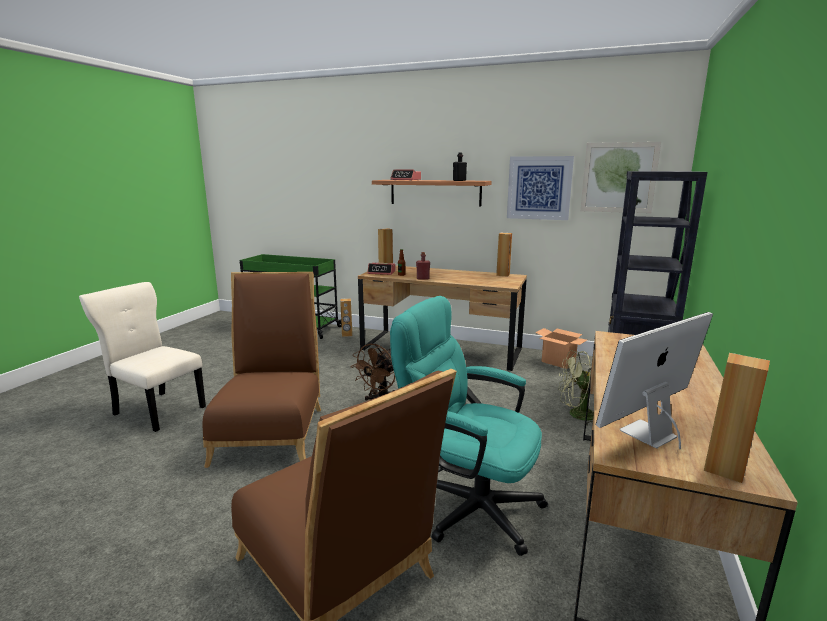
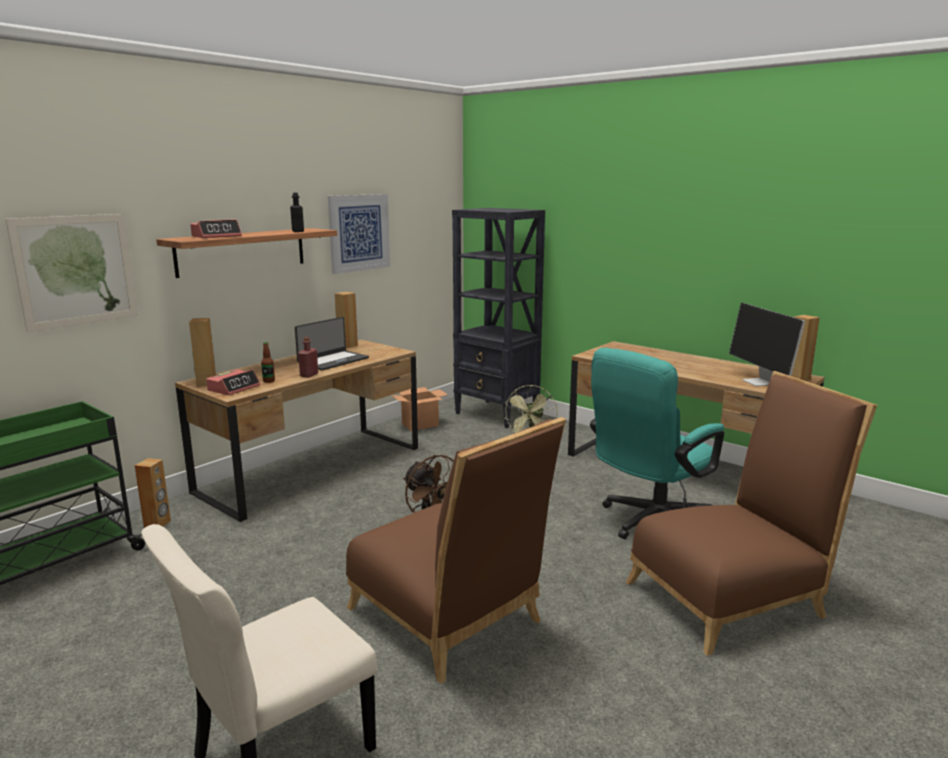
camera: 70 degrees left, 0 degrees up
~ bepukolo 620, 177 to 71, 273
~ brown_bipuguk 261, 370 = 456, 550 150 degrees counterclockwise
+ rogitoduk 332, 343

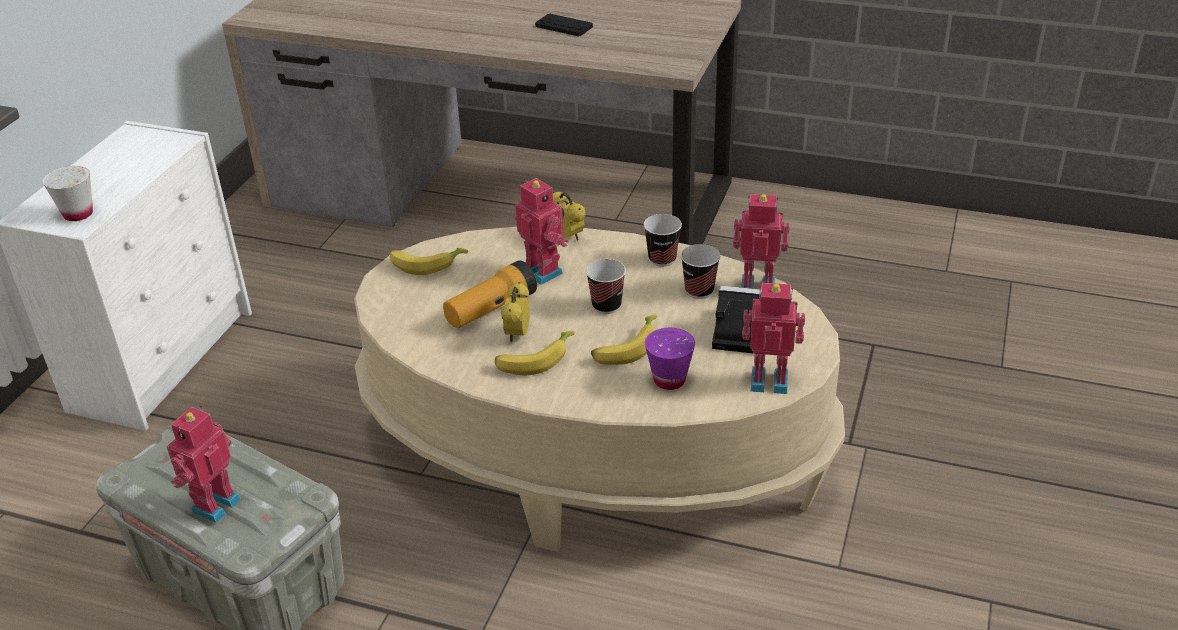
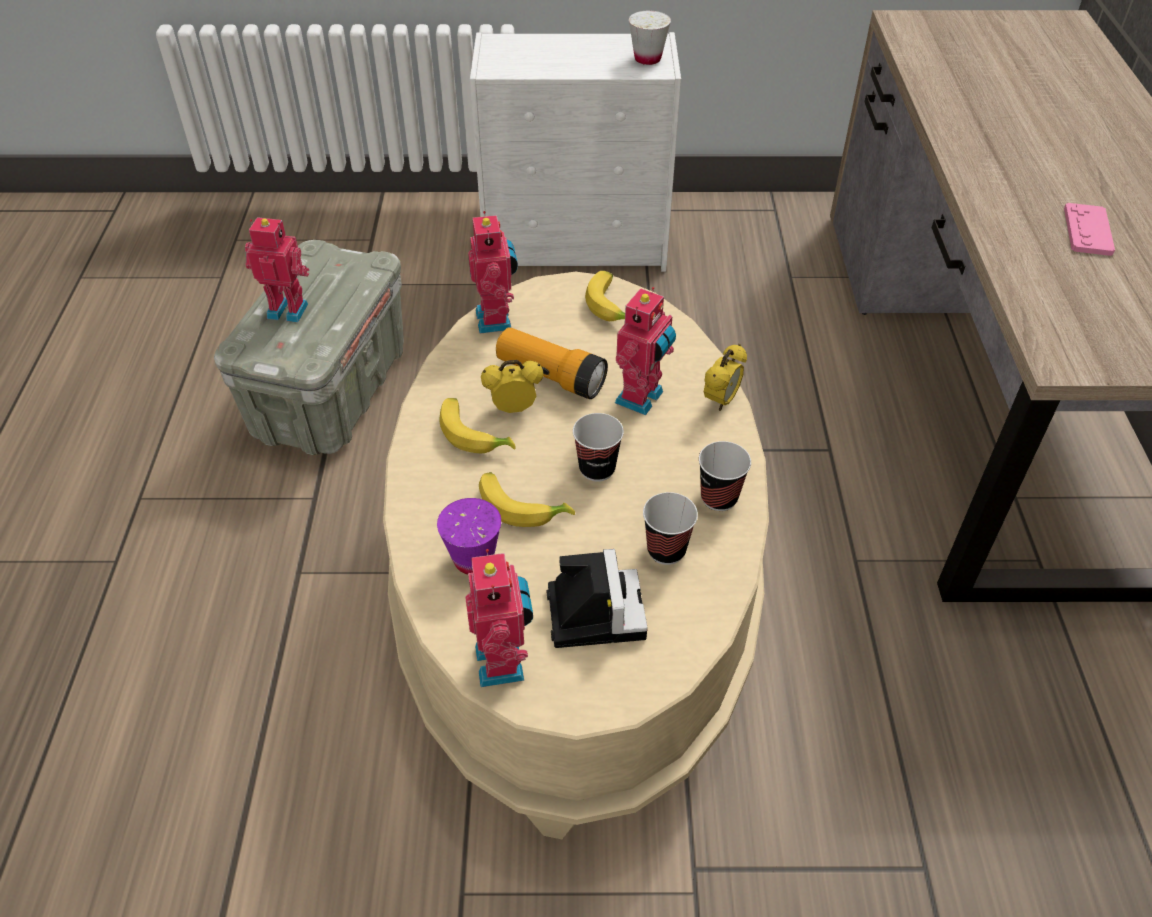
camera: 70 degrees right, 10 degrees up
~ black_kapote 564, 25 to pink_kapote 1089, 229
~ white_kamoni 68, 193 to 650, 38
~ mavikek 761, 241 to 493, 272

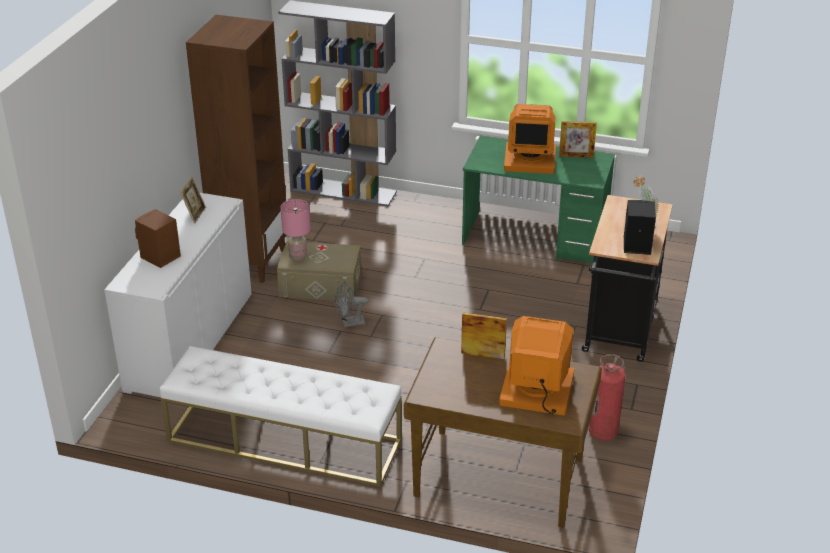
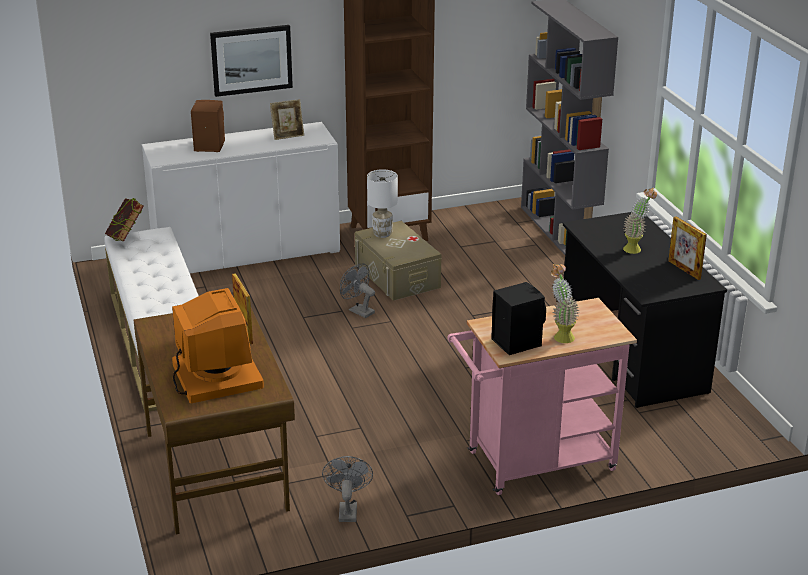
camera: 55 degrees right, 5 degrees down
~ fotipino 530, 139 to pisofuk 640, 221
~ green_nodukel 538, 200 to black_nodukel 644, 310
~ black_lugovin 627, 278 to pink_lugovin 542, 396
~ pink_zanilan 296, 230 to white_zanilan 382, 203
~ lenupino 607, 397 to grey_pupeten 347, 489
+ bepukolo 251, 61
+ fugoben 124, 220

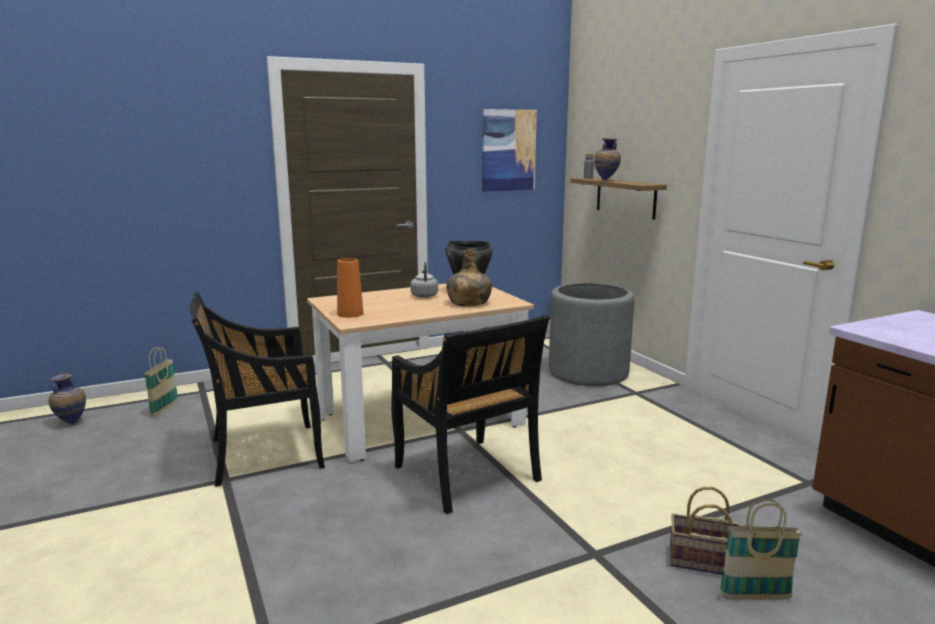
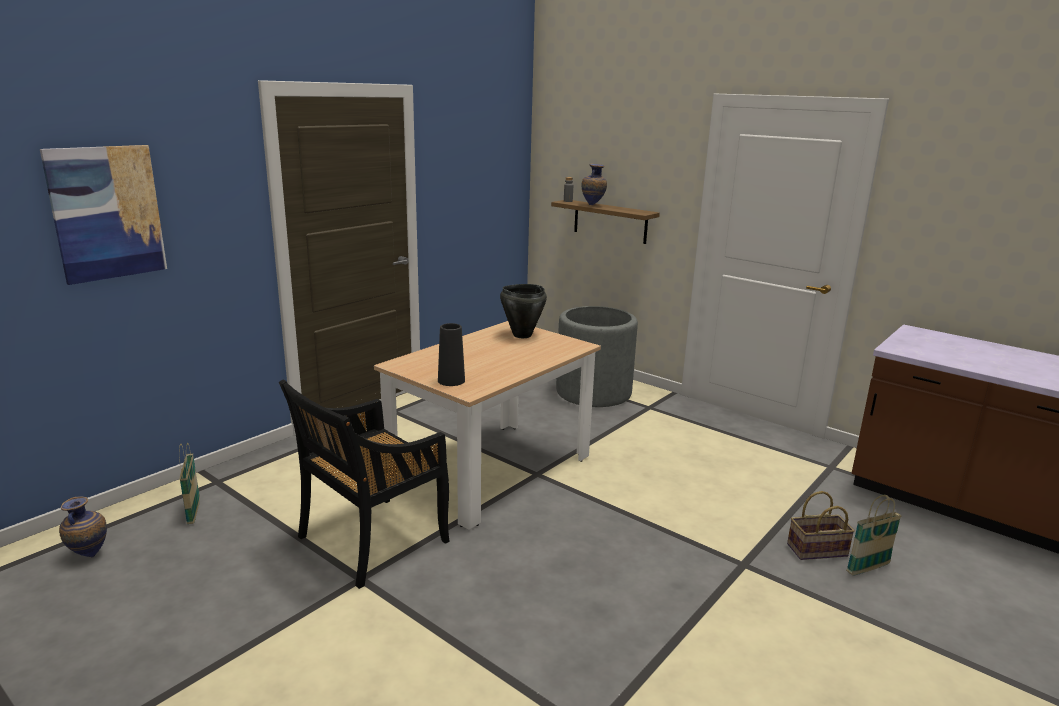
camera: 25 degrees left, 5 degrees up
~ bepukolo 509, 150 to 103, 215
- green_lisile 469, 278
~ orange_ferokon 350, 288 to black_ferokon 451, 354
- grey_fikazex 424, 280
- black_bipuguk 470, 414

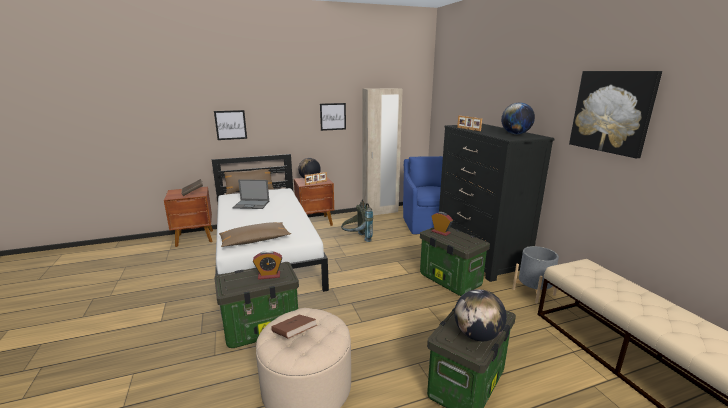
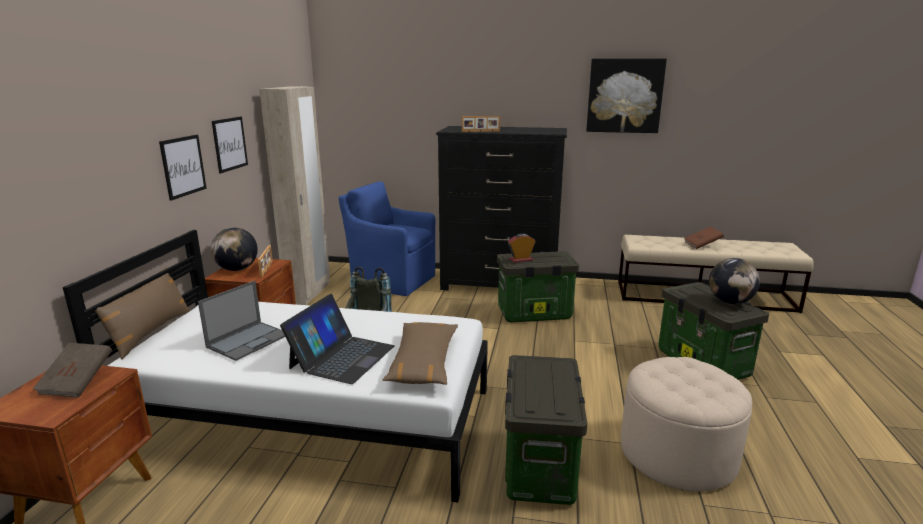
camera: 60 degrees left, 0 degrees up
- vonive 518, 118
~ bepukolo 230, 125 to 183, 168
- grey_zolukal 535, 275
- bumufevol 267, 265
~ brown_fugoben 294, 327 to 704, 238
+ rogitoduk 337, 339

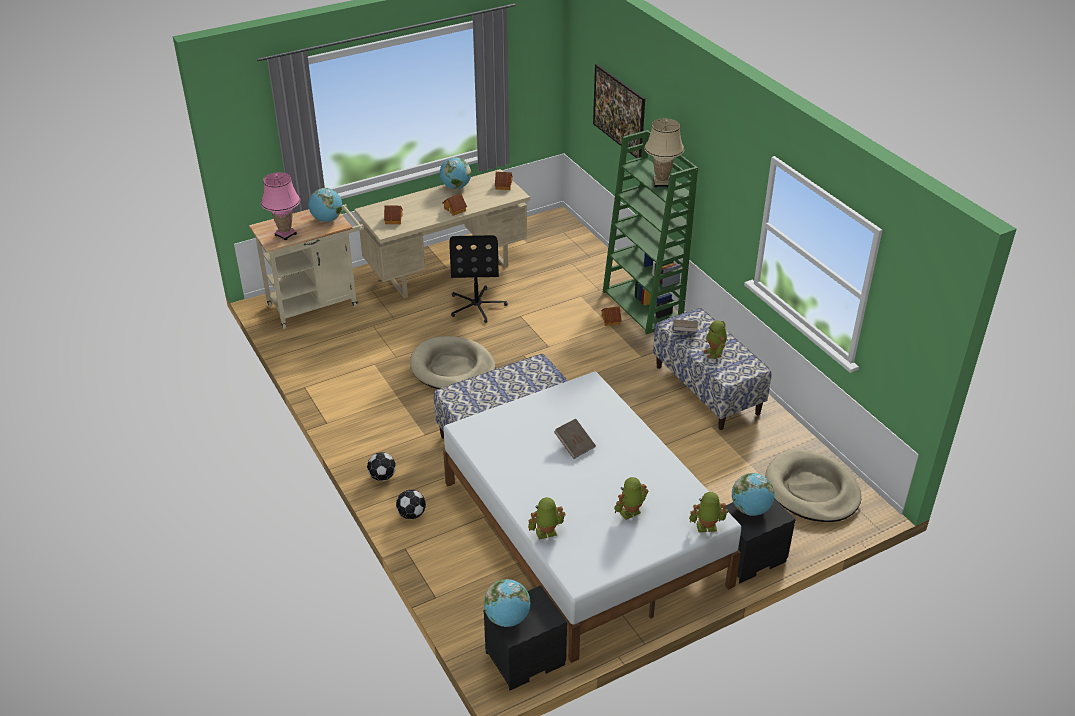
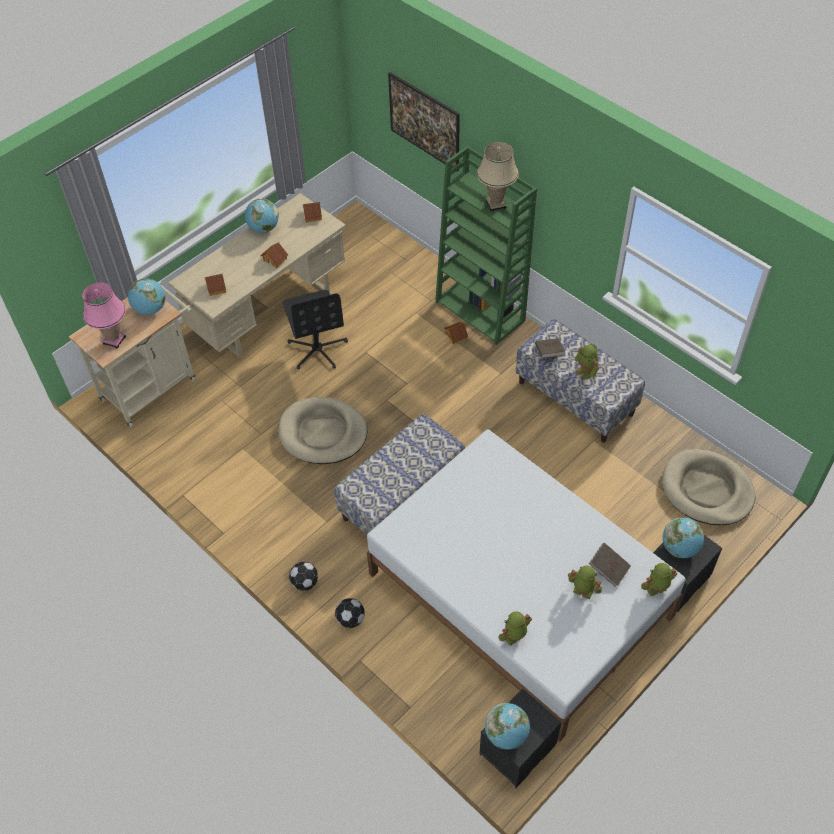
camera: 15 degrees left, 15 degrees up
~ brown_fugoben 575, 439 to 610, 565
~ mavikek 631, 498 = 585, 582 75 degrees clockwise

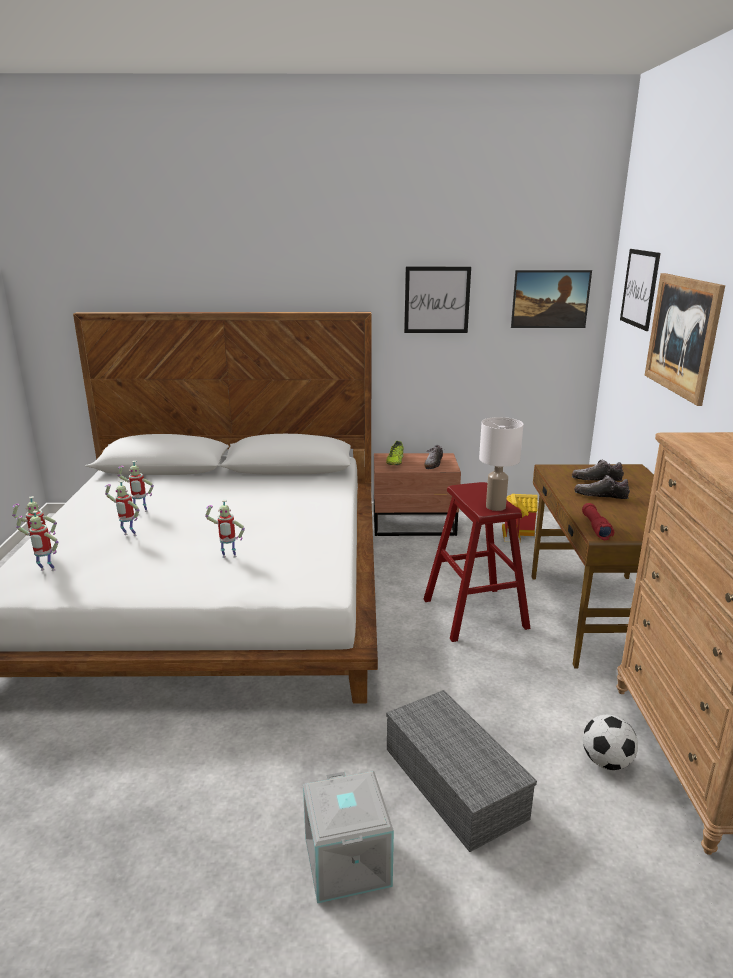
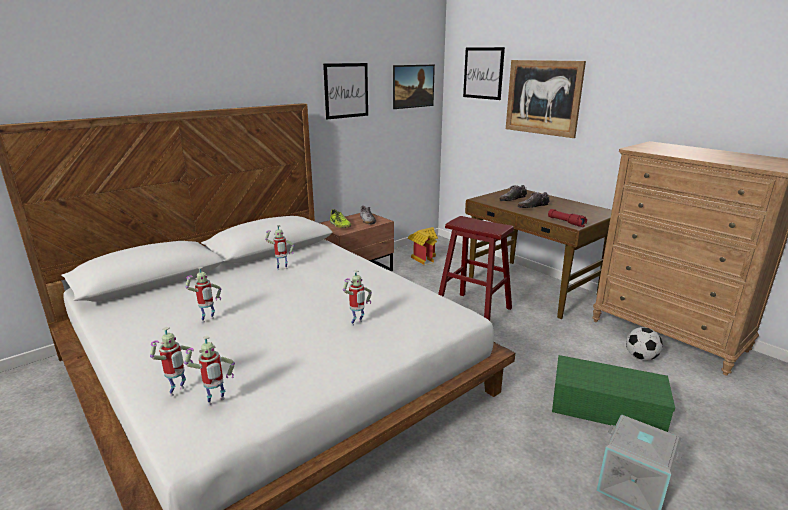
camera: 40 degrees left, 0 degrees up
- white_zanilan 501, 464
~ mavikek 122, 508 to 279, 247
~ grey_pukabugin 461, 771 to green_pukabugin 613, 393

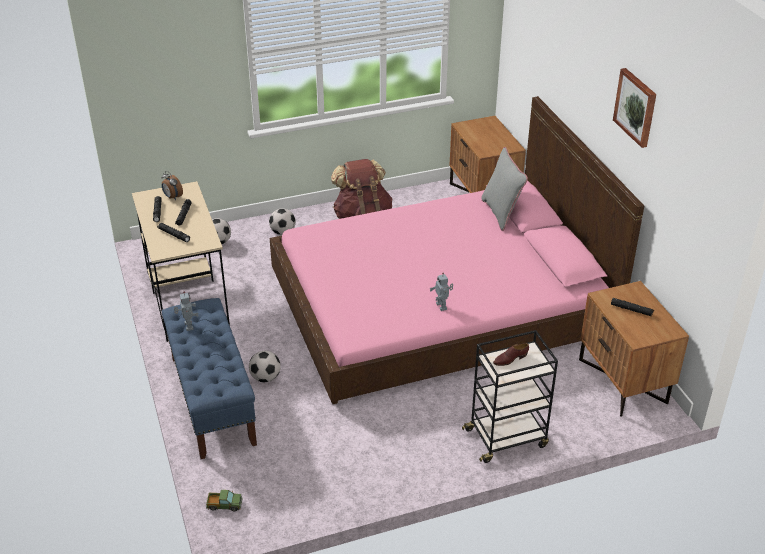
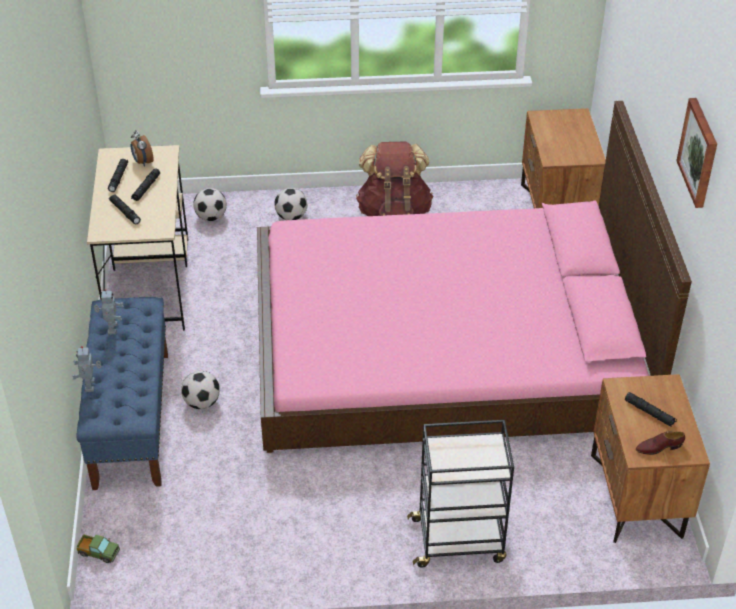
camera: 15 degrees right, 5 degrees up
- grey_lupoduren 504, 189
~ mavikek 441, 292 to 87, 369
~ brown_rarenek 511, 354 to 660, 443

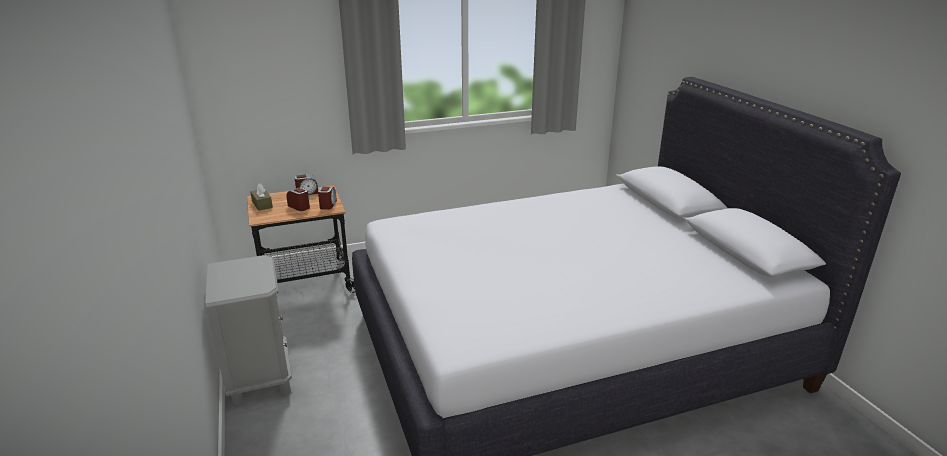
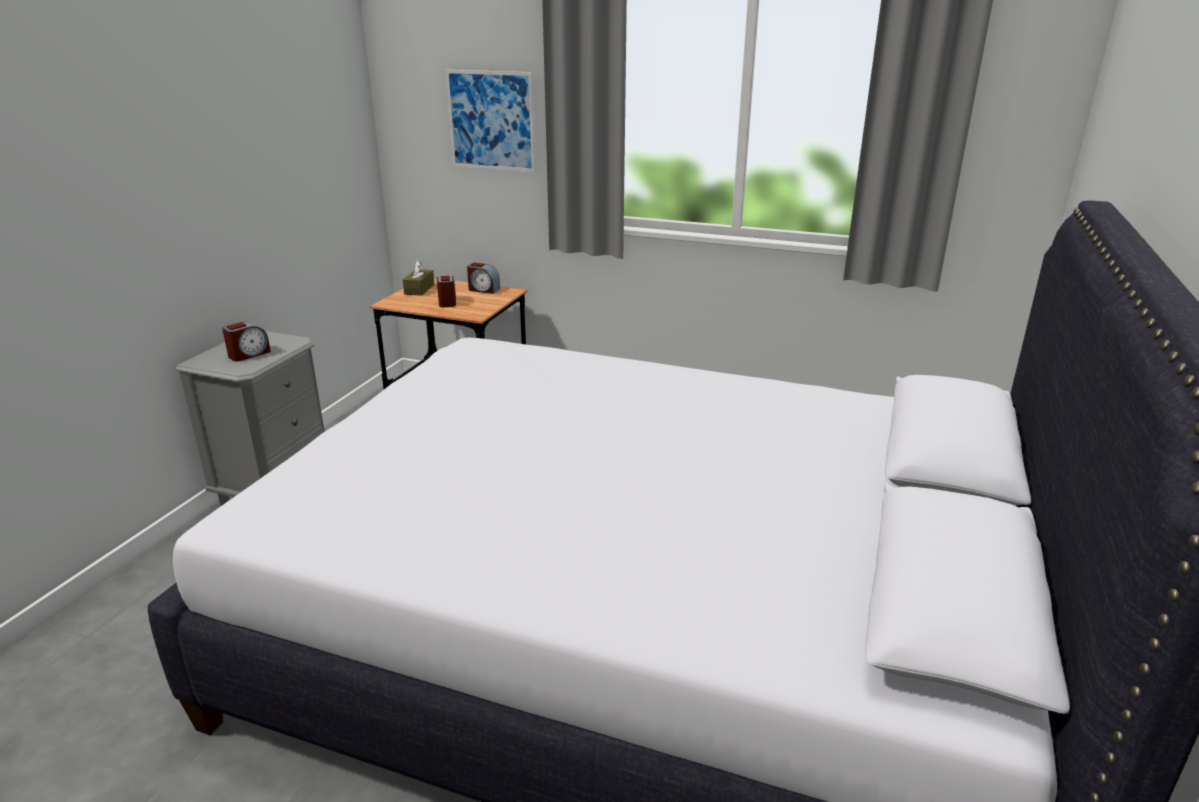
camera: 40 degrees right, 0 degrees up
~ bumufevol 327, 198 to 246, 342
+ bepukolo 490, 121

